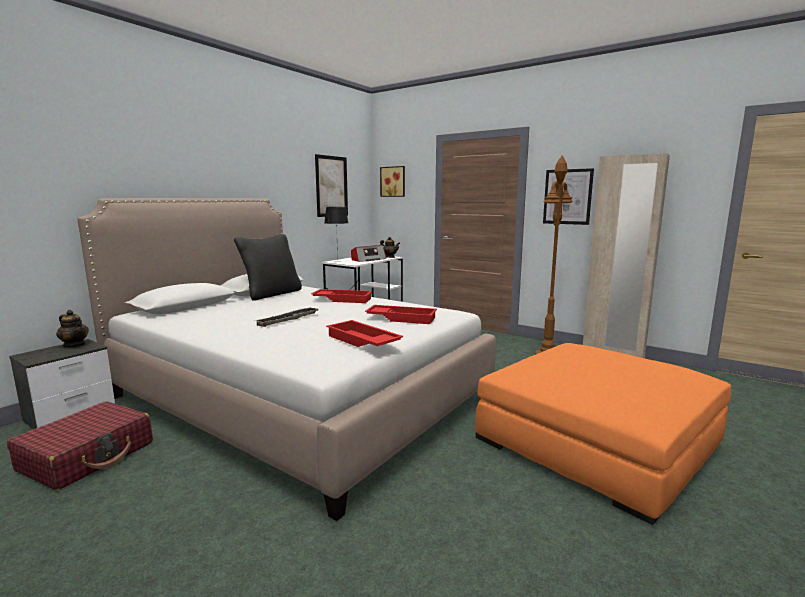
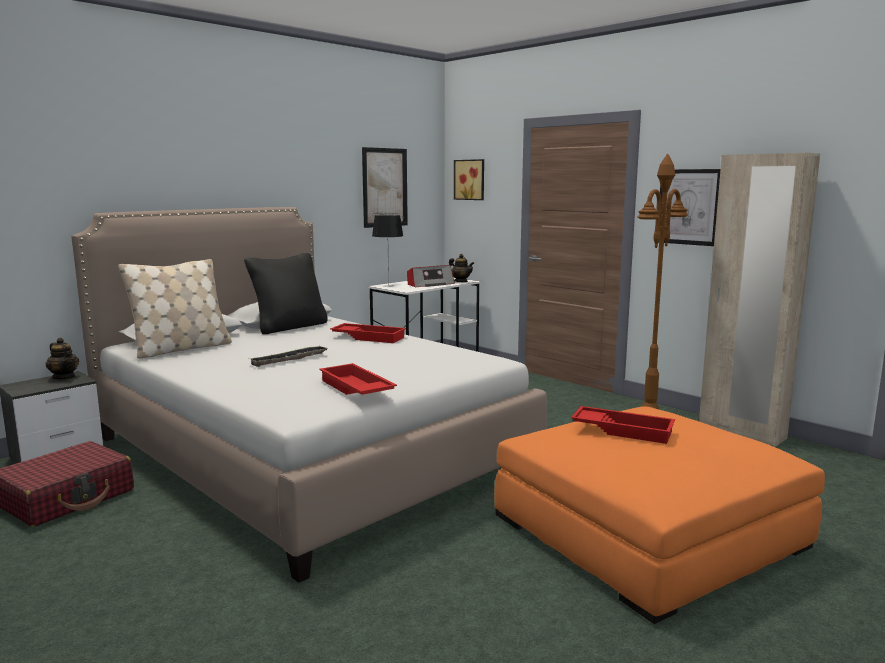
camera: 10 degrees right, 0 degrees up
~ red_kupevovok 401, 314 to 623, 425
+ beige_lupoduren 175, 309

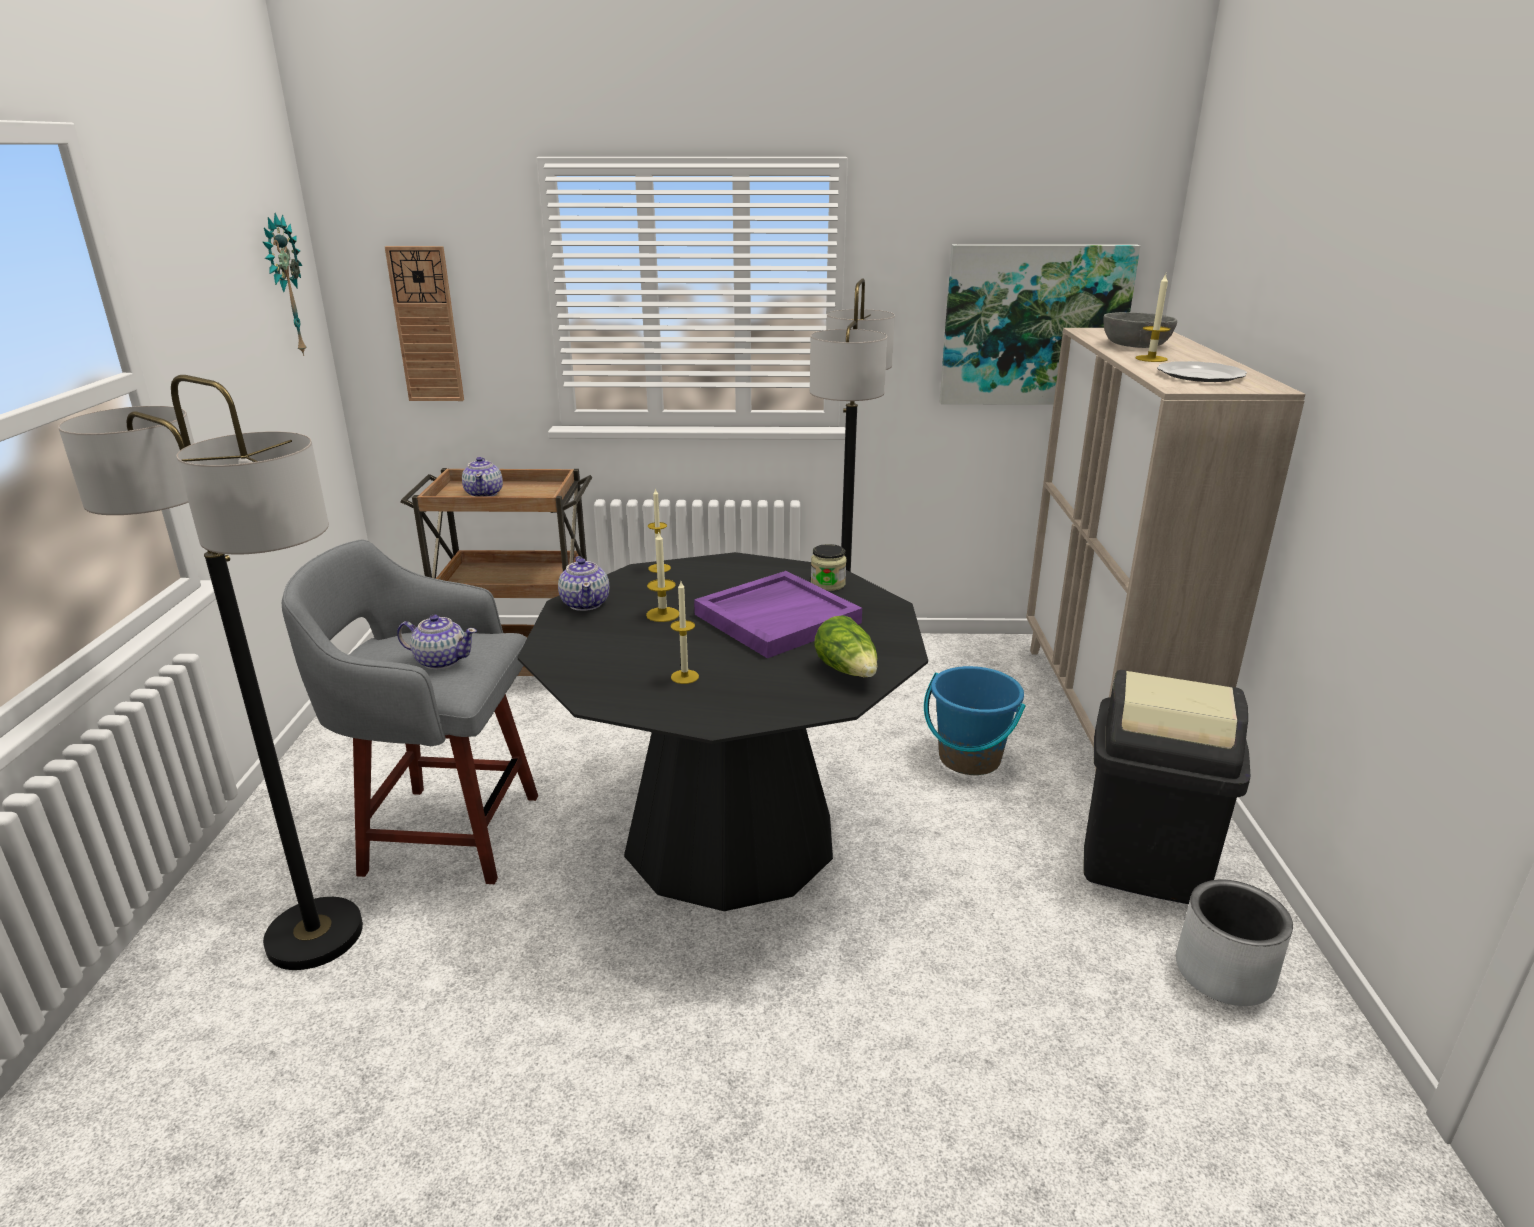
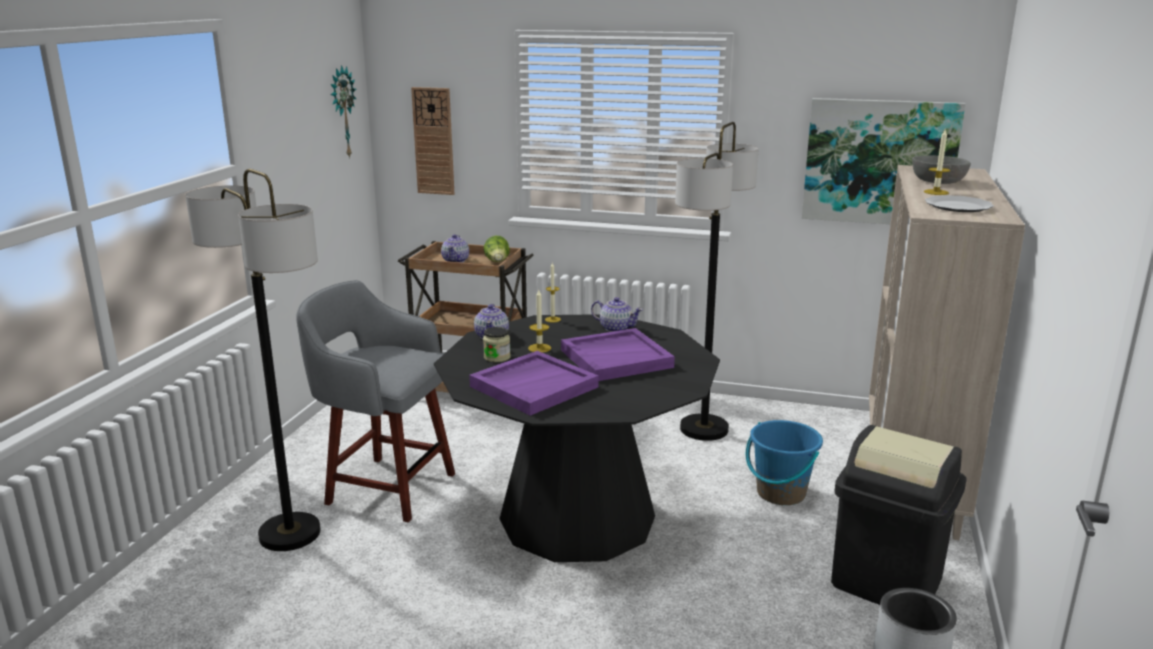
camera: 15 degrees right, 5 degrees down
~ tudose 828, 567 to 497, 344
~ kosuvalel 685, 632 to purple_kupevovok 534, 383
~ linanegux 437, 642 to 617, 314
~ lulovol 845, 646 to 497, 249

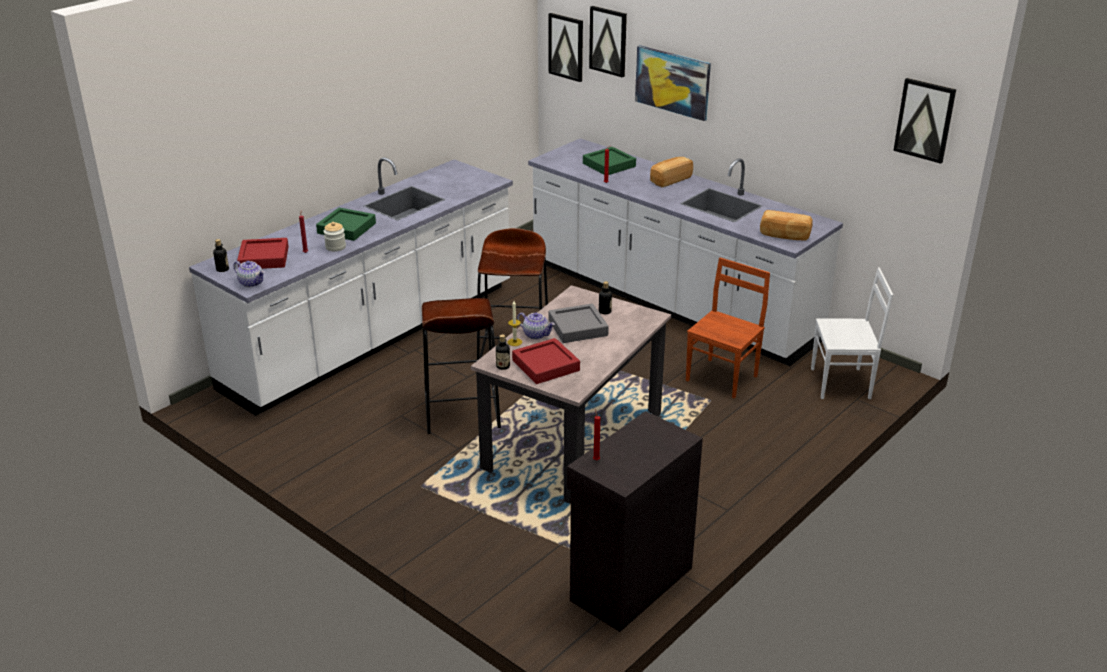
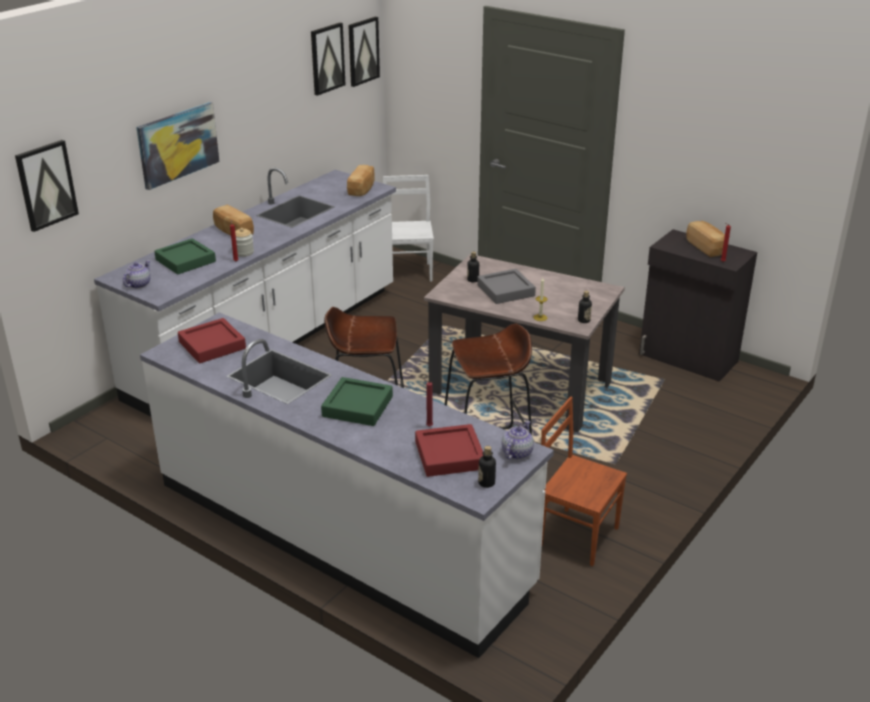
camera: 95 degrees left, 0 degrees up
~ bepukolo 608, 41 to 328, 59
~ tudose 334, 236 to 244, 242
~ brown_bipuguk 728, 328 to 584, 481
~ linanegux 536, 325 to 137, 274
~ red_kupevovok 546, 361 to 212, 340
+ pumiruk 705, 239

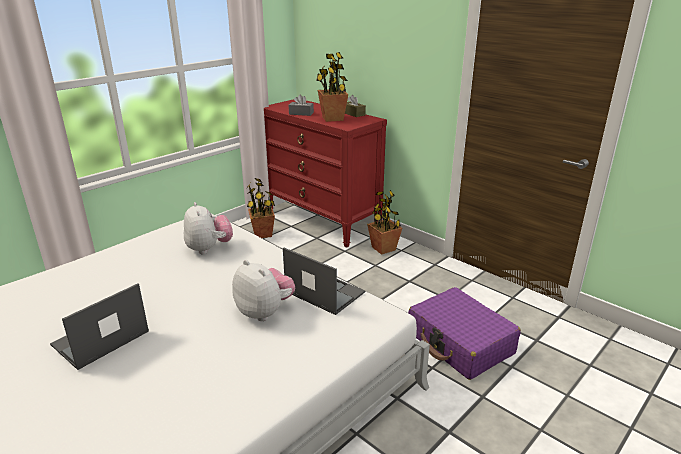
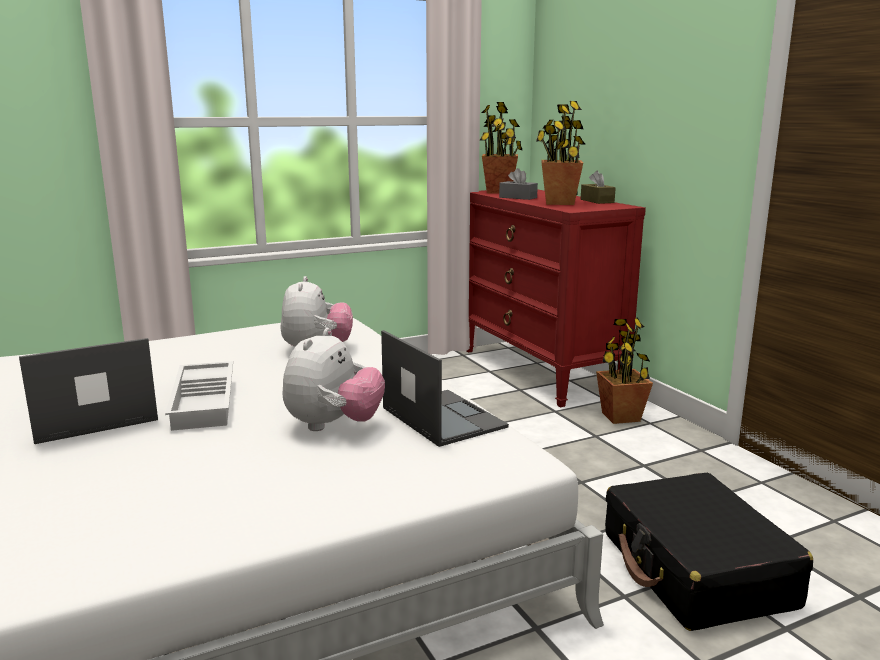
camera: 20 degrees right, 10 degrees down
~ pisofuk 261, 208 to 501, 147
~ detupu 263, 290 = 333, 379 45 degrees clockwise
~ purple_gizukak 464, 333 to black_gizukak 709, 552
+ white_kupevovok 199, 396

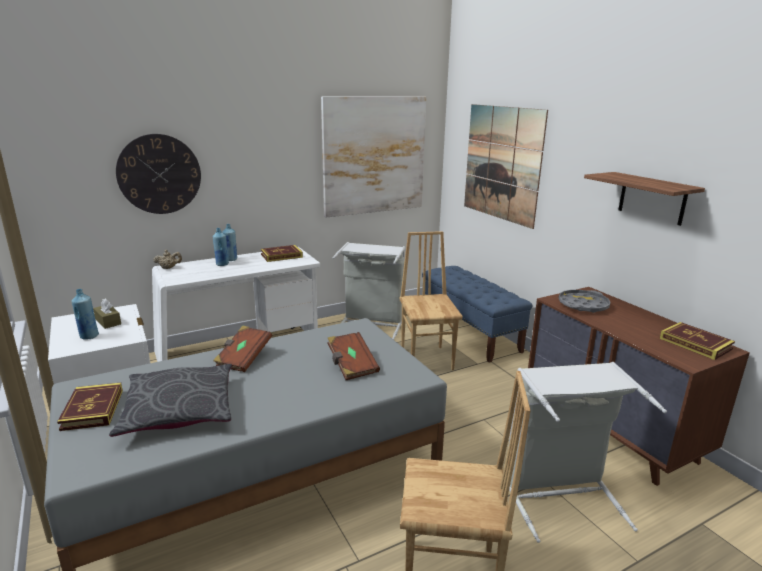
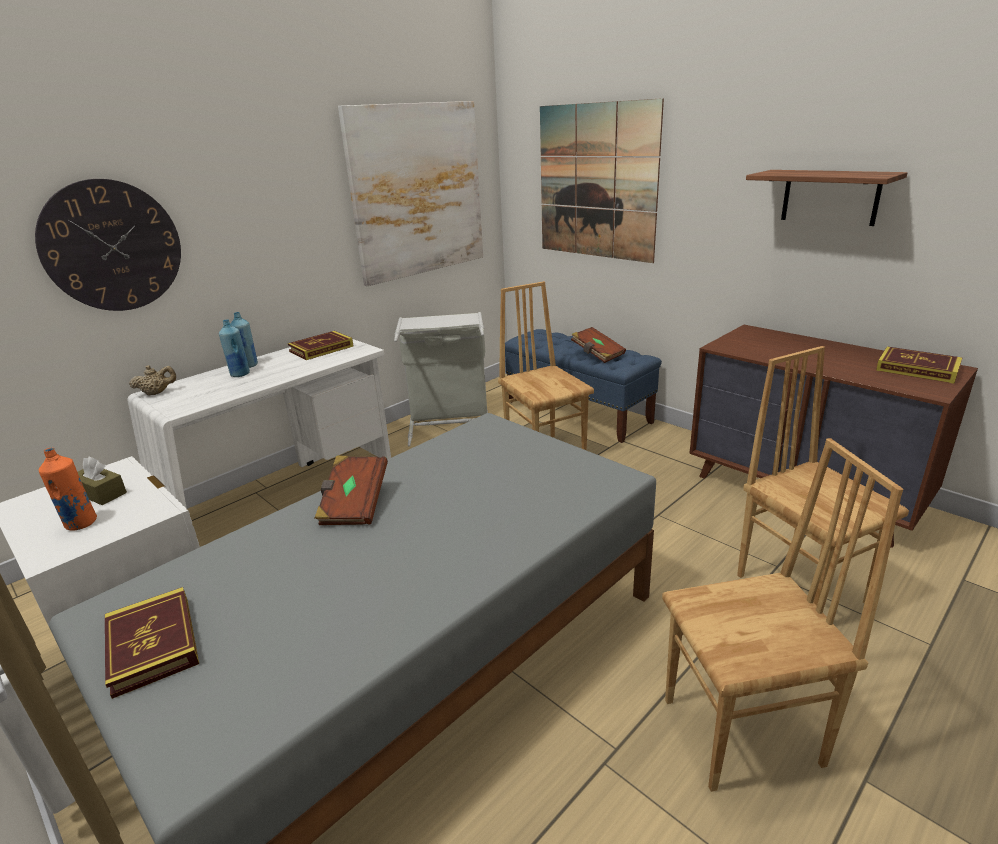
camera: 15 degrees left, 5 degrees up
~ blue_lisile 85, 314 to orange_lisile 68, 489
- grey_kupevovok 584, 301
~ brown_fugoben 353, 356 to 598, 345
~ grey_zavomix 587, 452 to brown_bipuguk 823, 476
- grey_lupoduren 170, 400

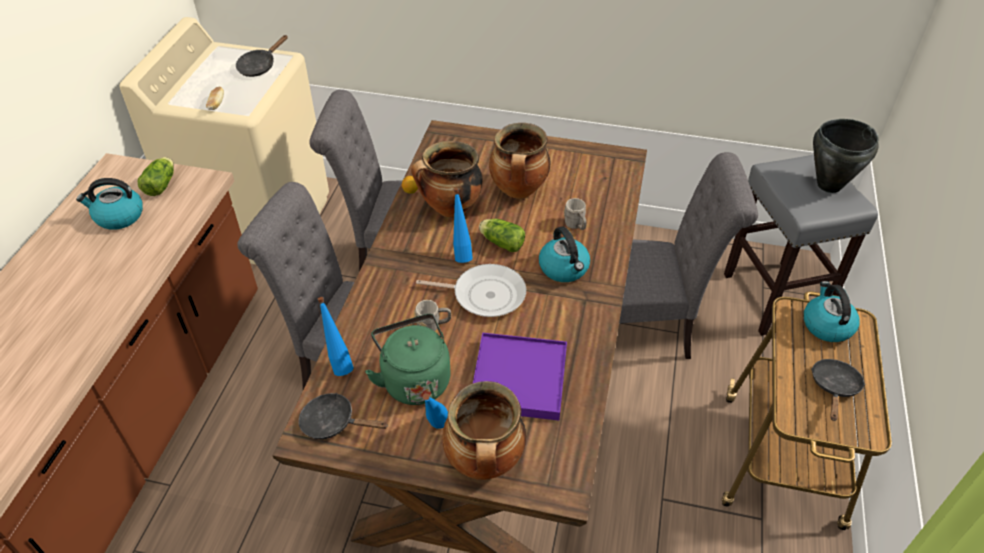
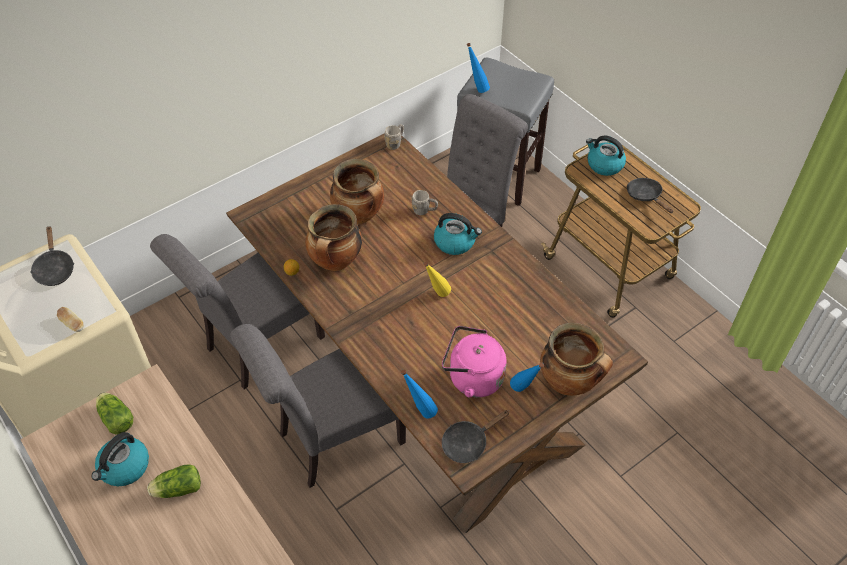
camera: 50 degrees left, 5 degrees up
- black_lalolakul 846, 156
~ blue_lisile 463, 225 to 478, 68
~ lulovol 502, 235 to 174, 481
~ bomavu 471, 290 to yellow_lisile 437, 279
~ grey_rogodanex 432, 315 to 394, 137
~ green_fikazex 408, 359 to pink_fikazex 474, 362
- purple_kupevovok 520, 377

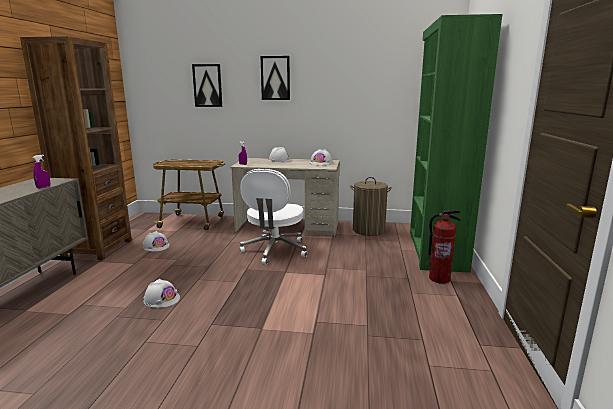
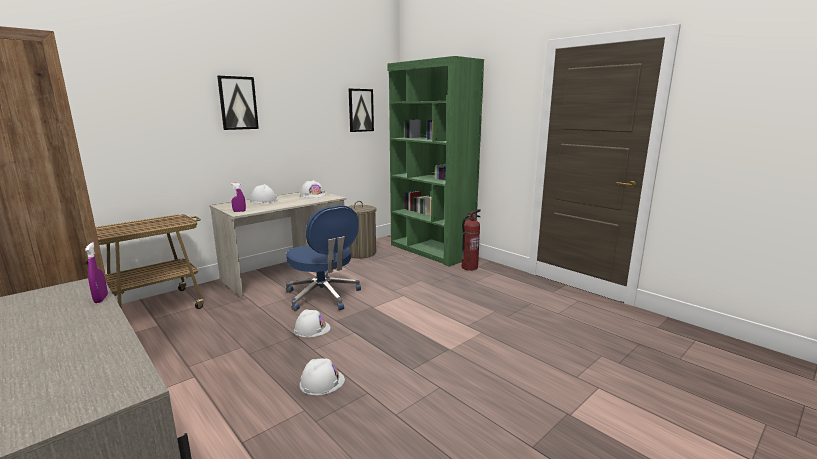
camera: 50 degrees left, 0 degrees up
~ bepukolo 207, 85 to 361, 110
~ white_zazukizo 273, 216 to blue_zazukizo 323, 258
~ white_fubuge 156, 241 to 312, 323

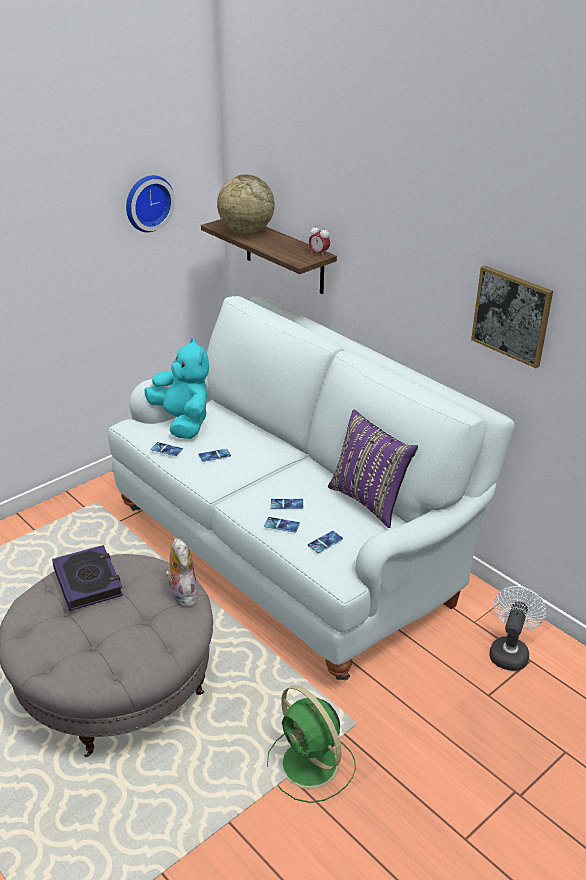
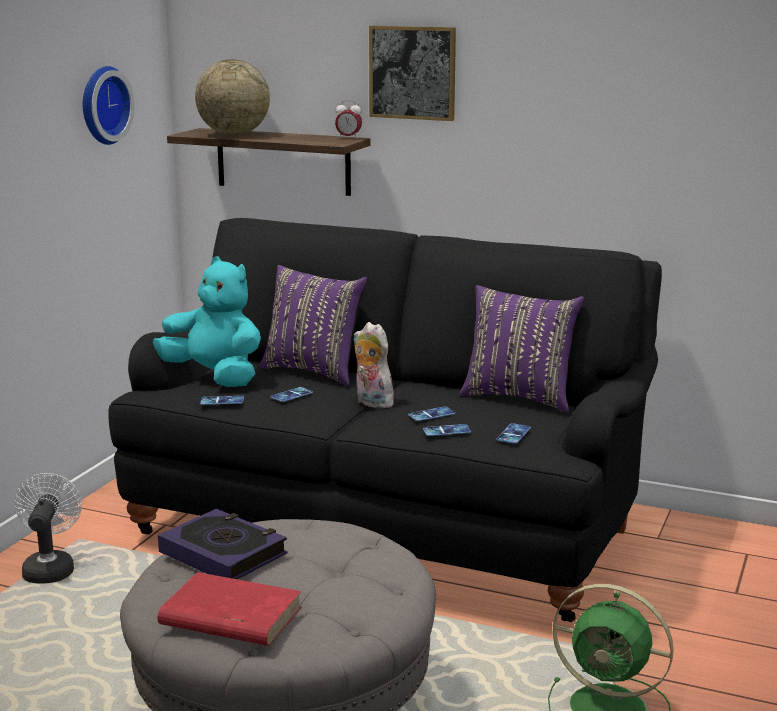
camera: 25 degrees left, 15 degrees down
~ bepukolo 512, 316 to 412, 73
~ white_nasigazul 311, 488 to black_nasigazul 385, 420
~ detupu 182, 572 to 374, 365
~ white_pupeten 517, 628 to 48, 528
+ purple_lupoduren 313, 325
+ red_fugoben 229, 609

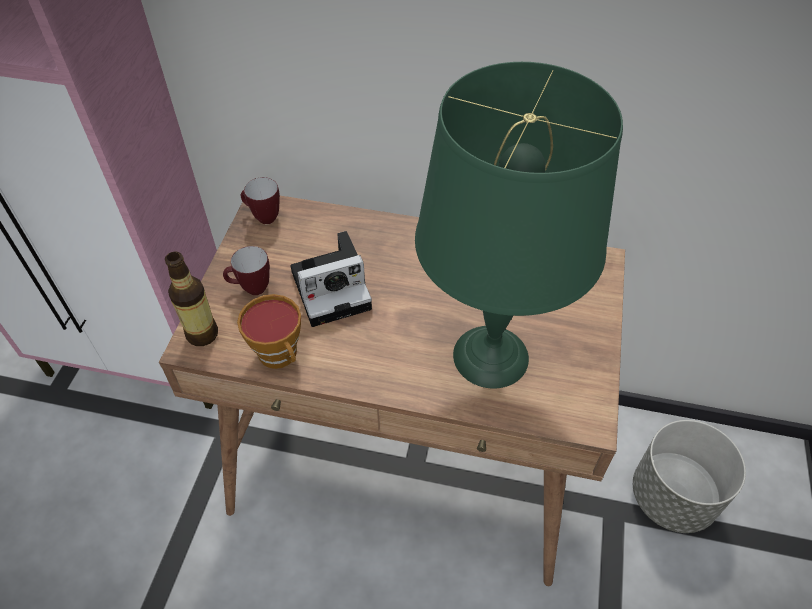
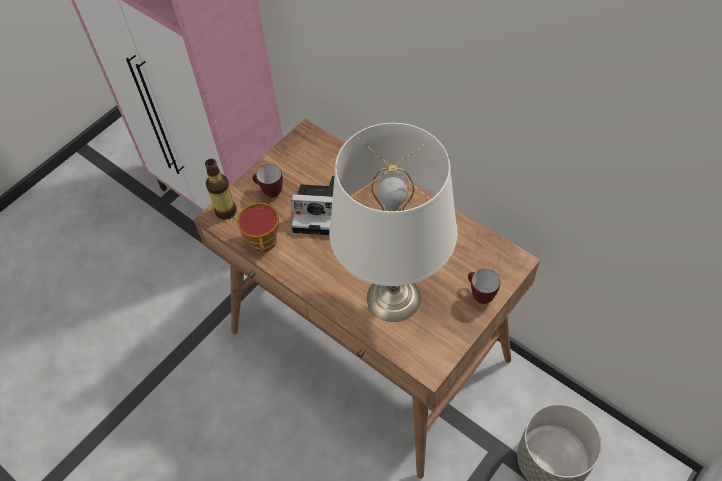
camera: 30 degrees right, 5 degrees up
~ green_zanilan 519, 225 to white_zanilan 393, 222
~ rogodanex 260, 200 to 484, 286

